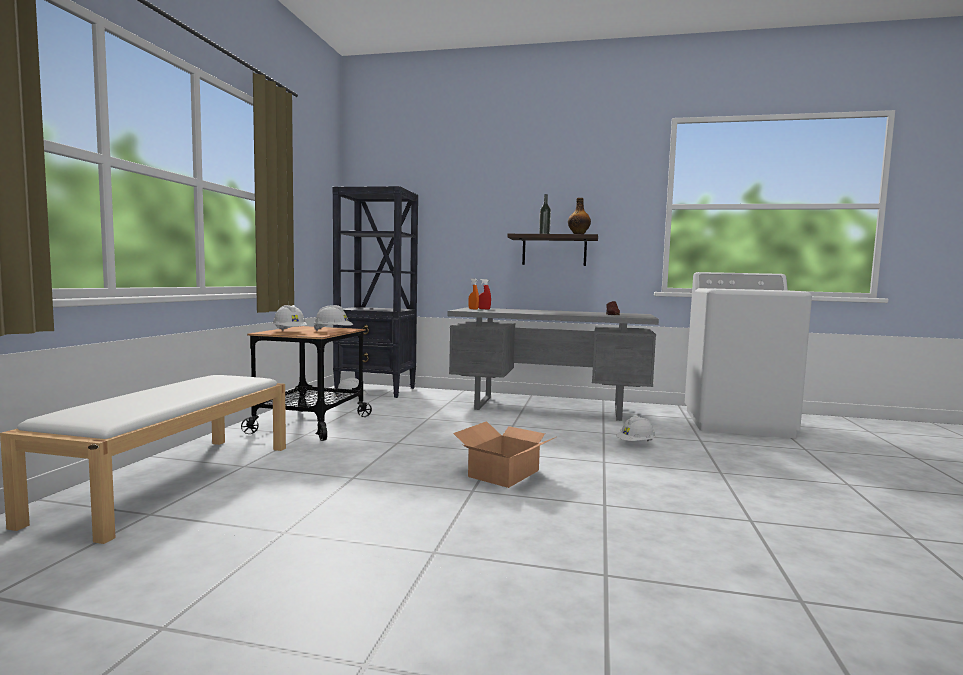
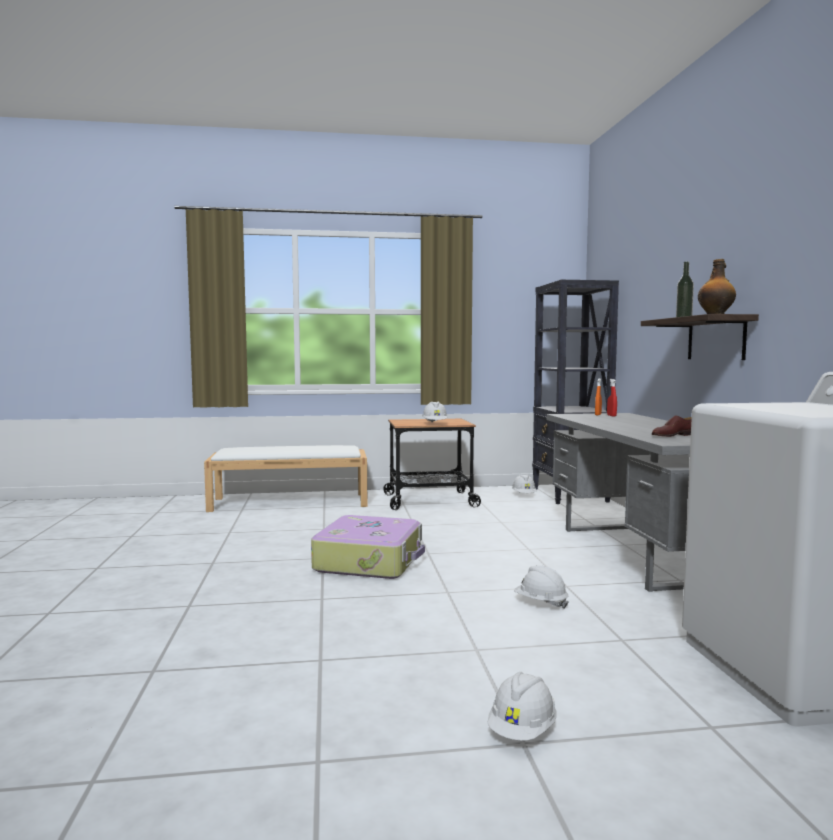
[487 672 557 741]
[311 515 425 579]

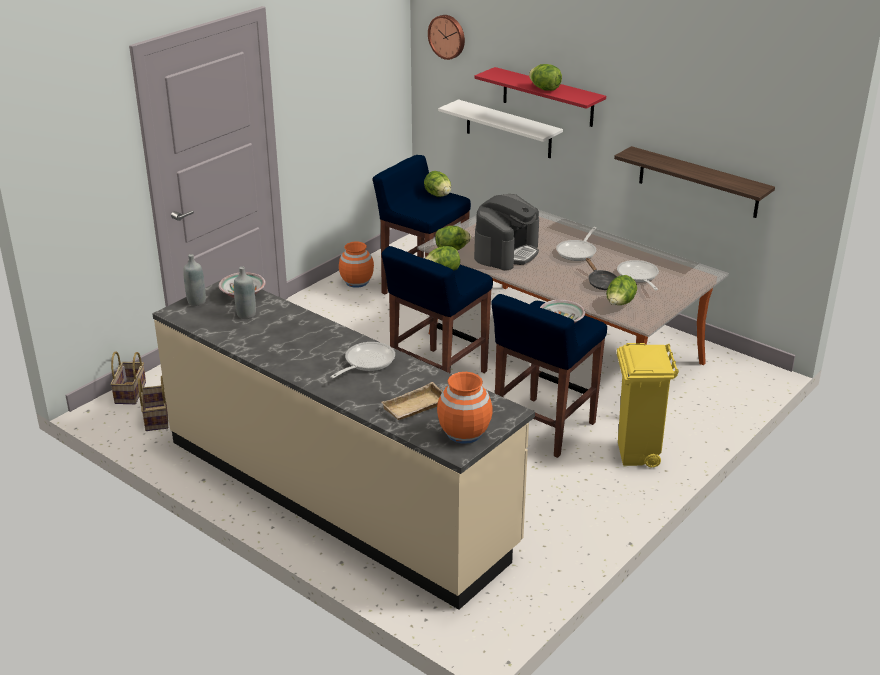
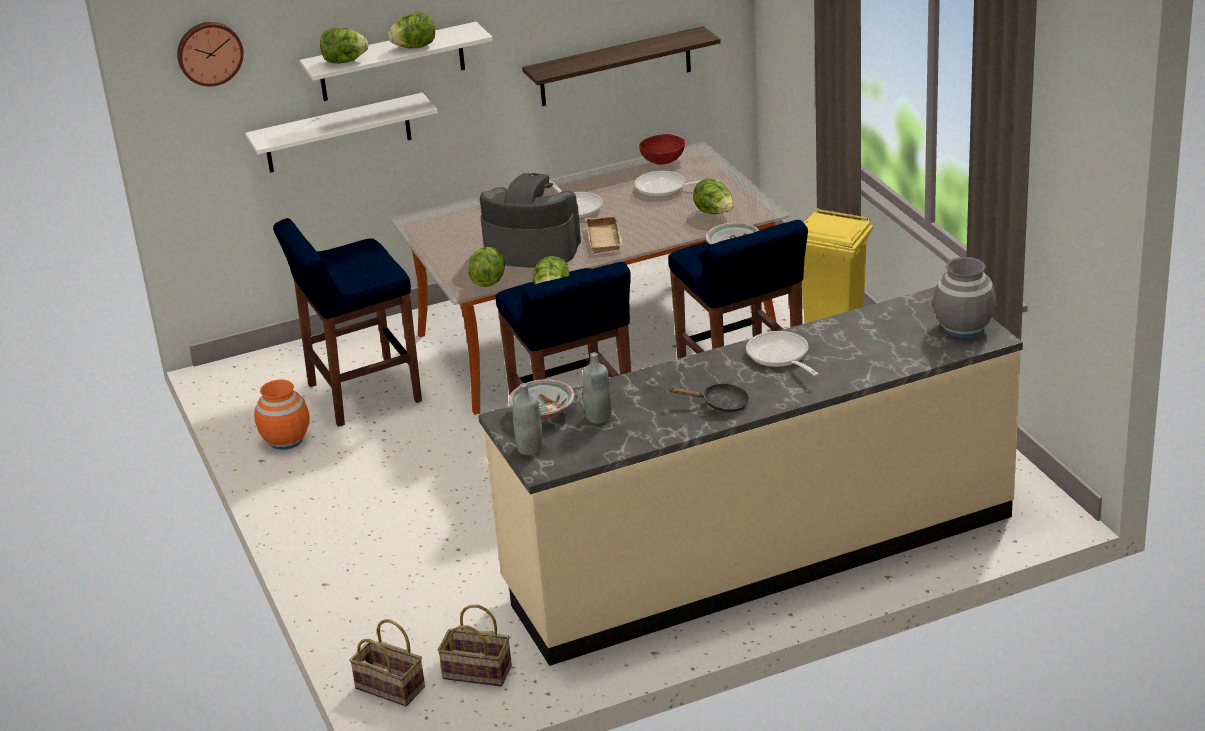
[300 22 493 101]
[320 28 368 64]
[480 173 581 267]
[668 383 750 412]
[933 257 996 338]
[585 216 623 254]
[639 134 685 165]

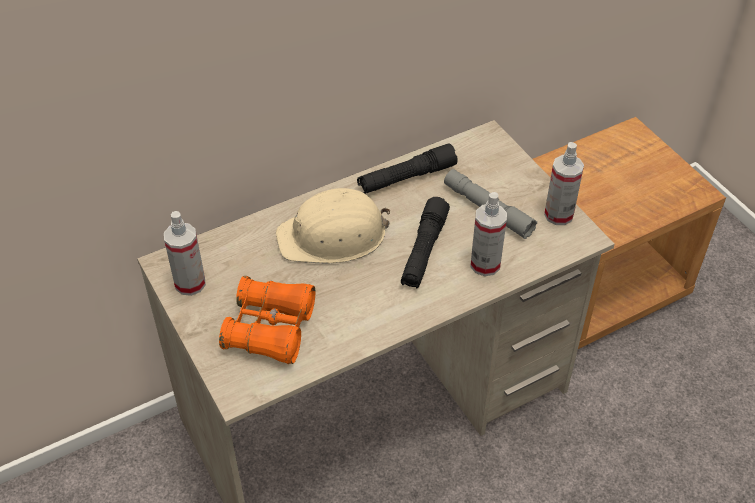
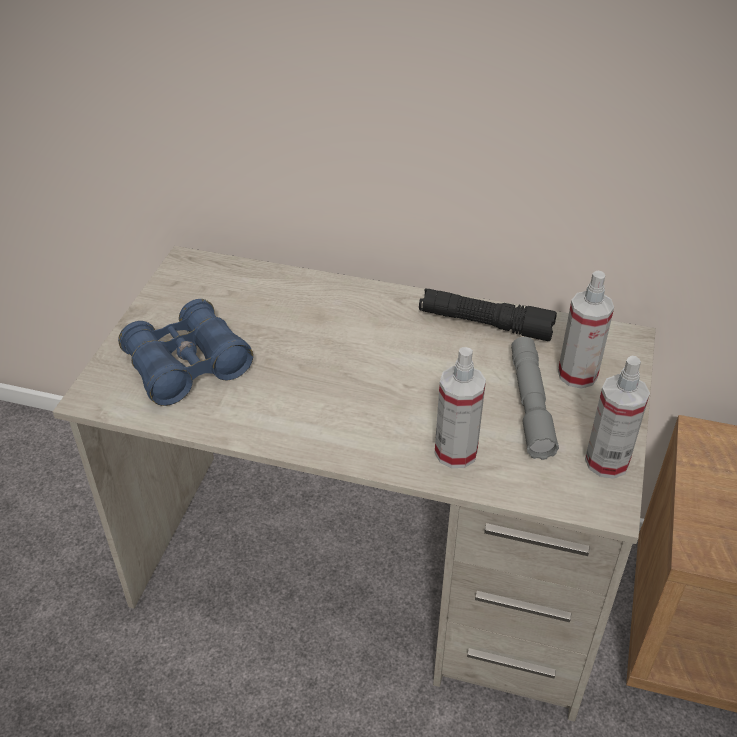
[276 188 390 263] (first image)
[401 197 450 288] (first image)
[558 270 614 389]
[118 299 253 406]

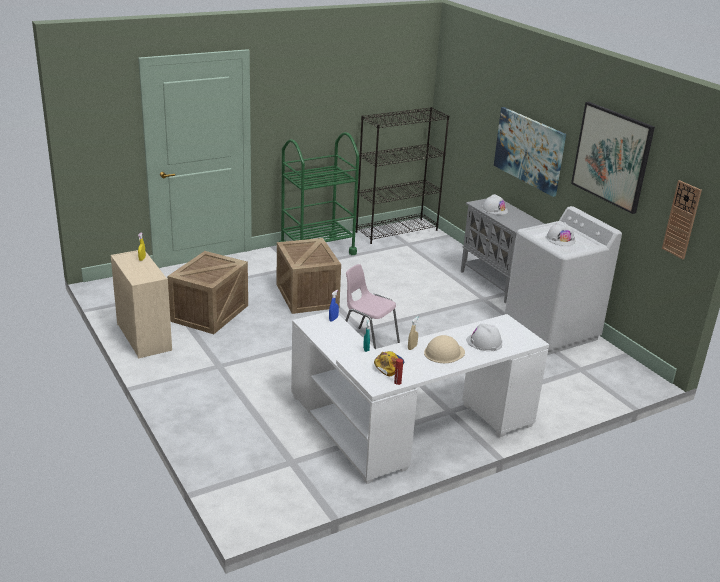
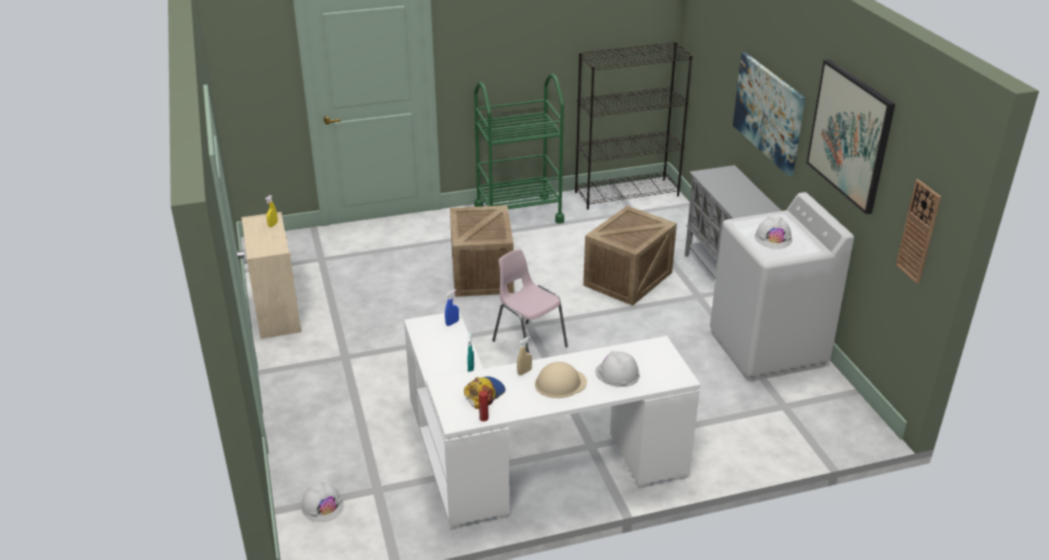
[301 482 344 522]
[583 206 677 306]

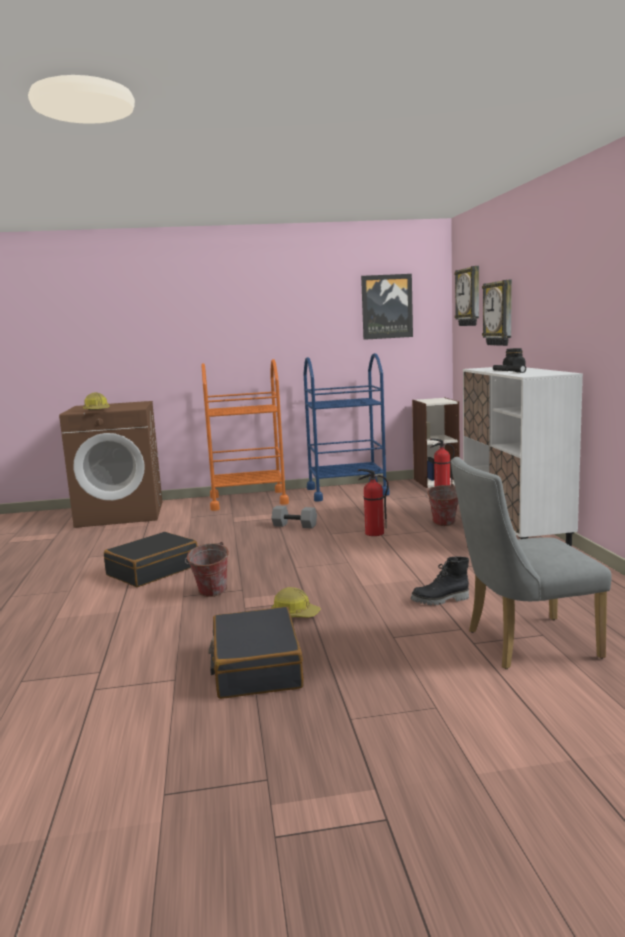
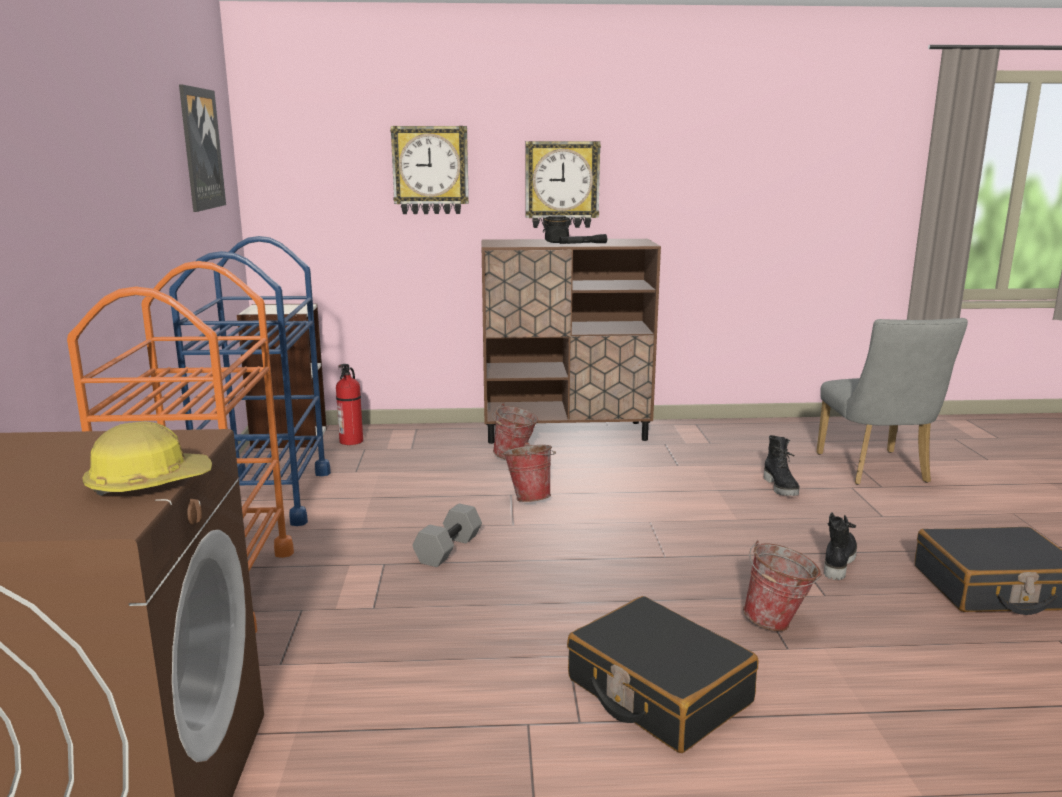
[525 141 601 228]
[481 239 661 444]
[503 443 556 502]
[824 512 857 580]

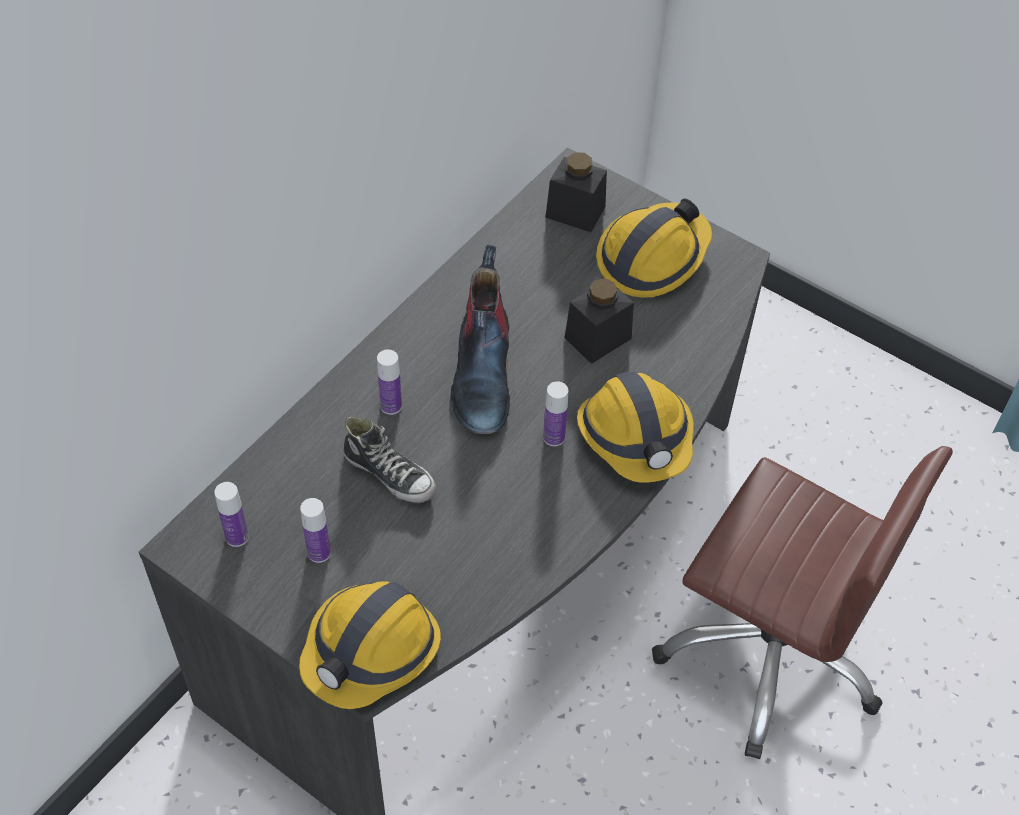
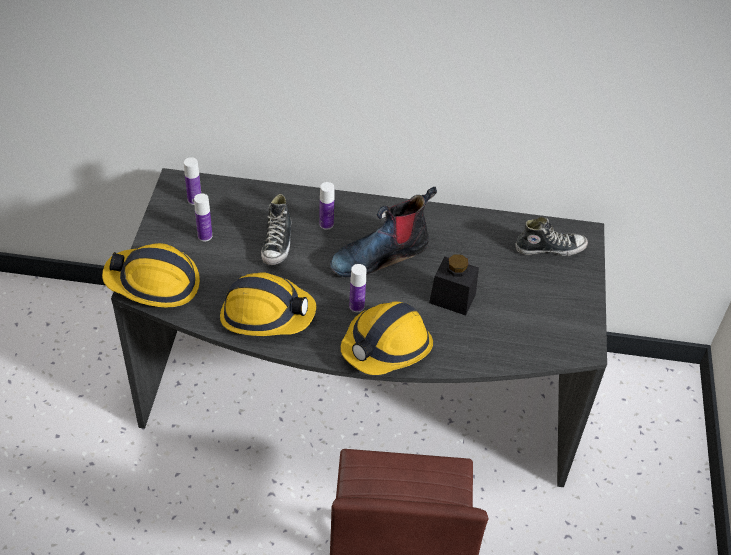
[515 217 588 256]
[220 273 316 336]

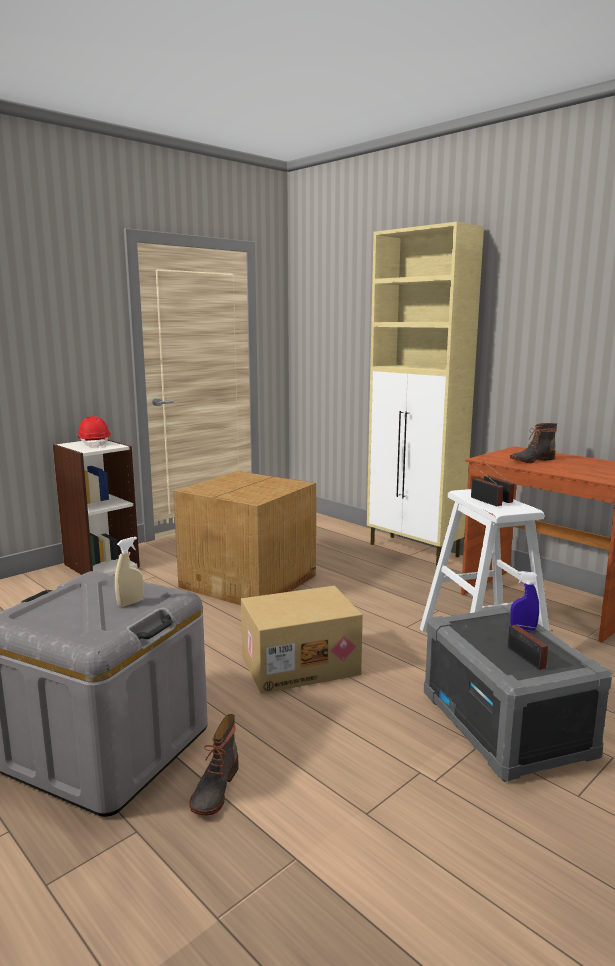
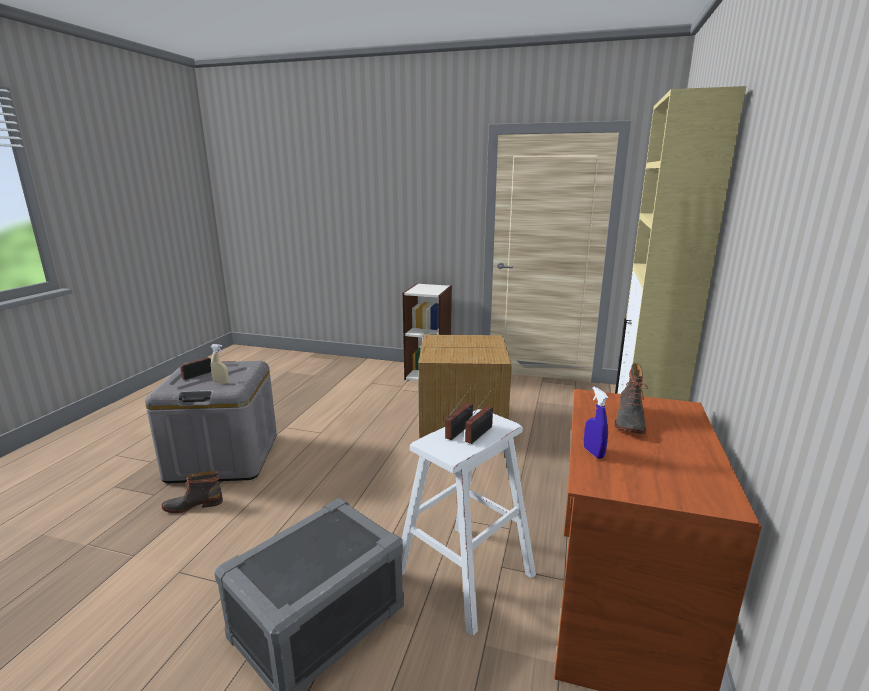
[77 416 111 448] (first image)
[615 363 648 434]
[584 387 608 459]
[241 586 363 694] (first image)
[176 356 211 380]

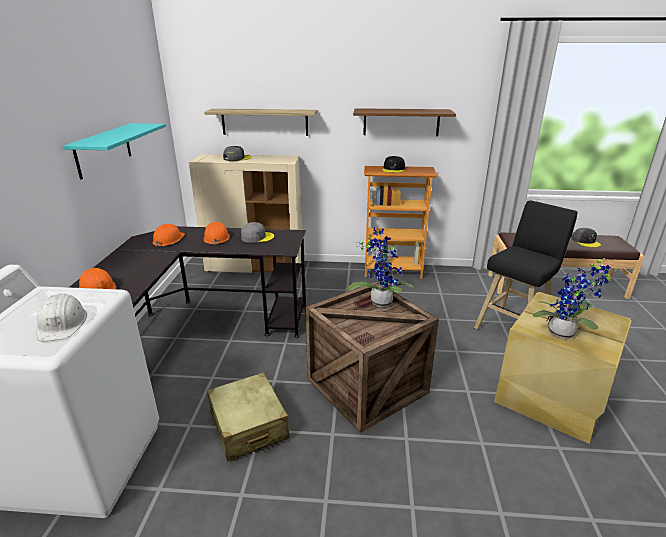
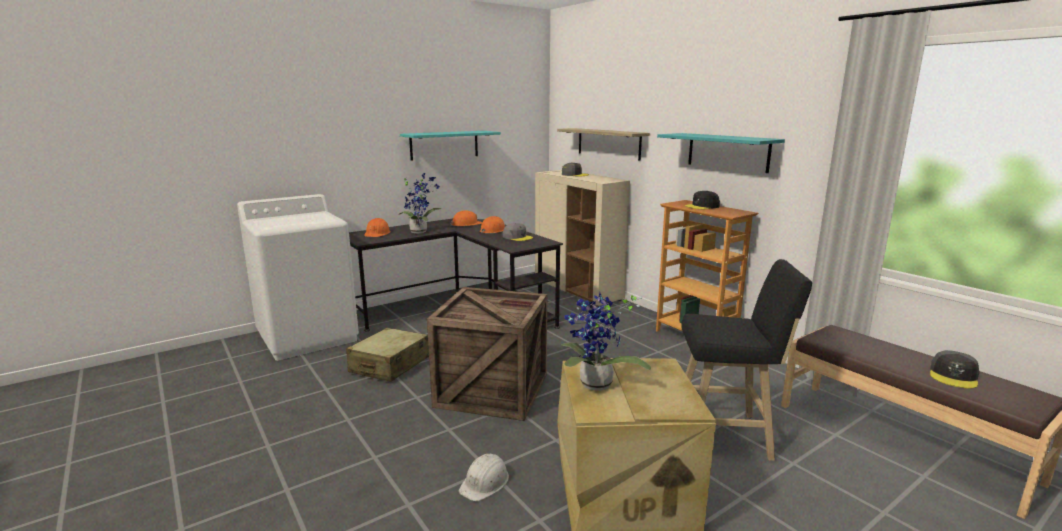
[657 133 785 173]
[398 173 441 233]
[459 454 509 501]

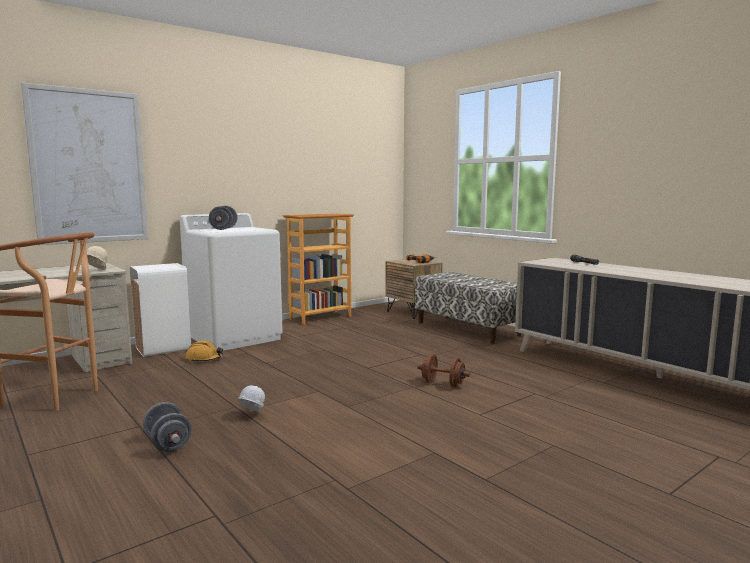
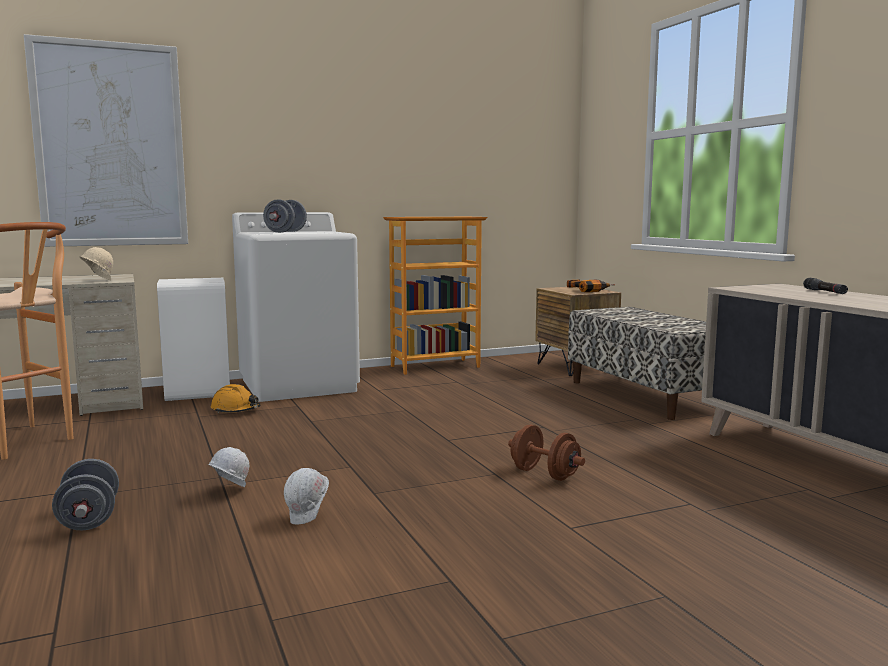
[284 468 329 524]

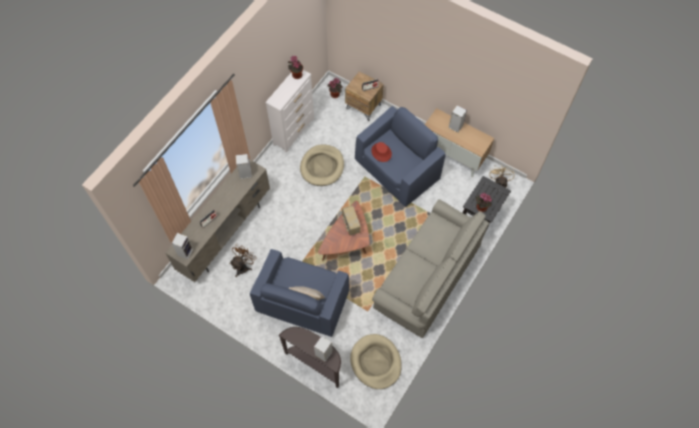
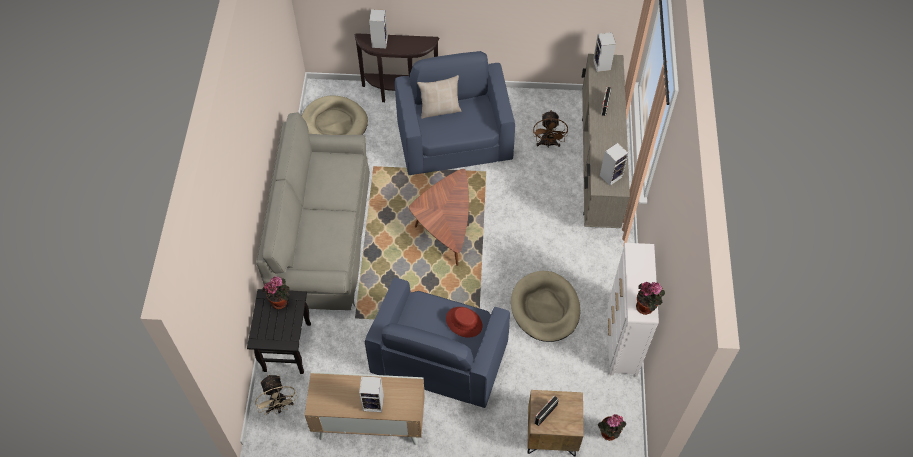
[342 205 361 235] (first image)

